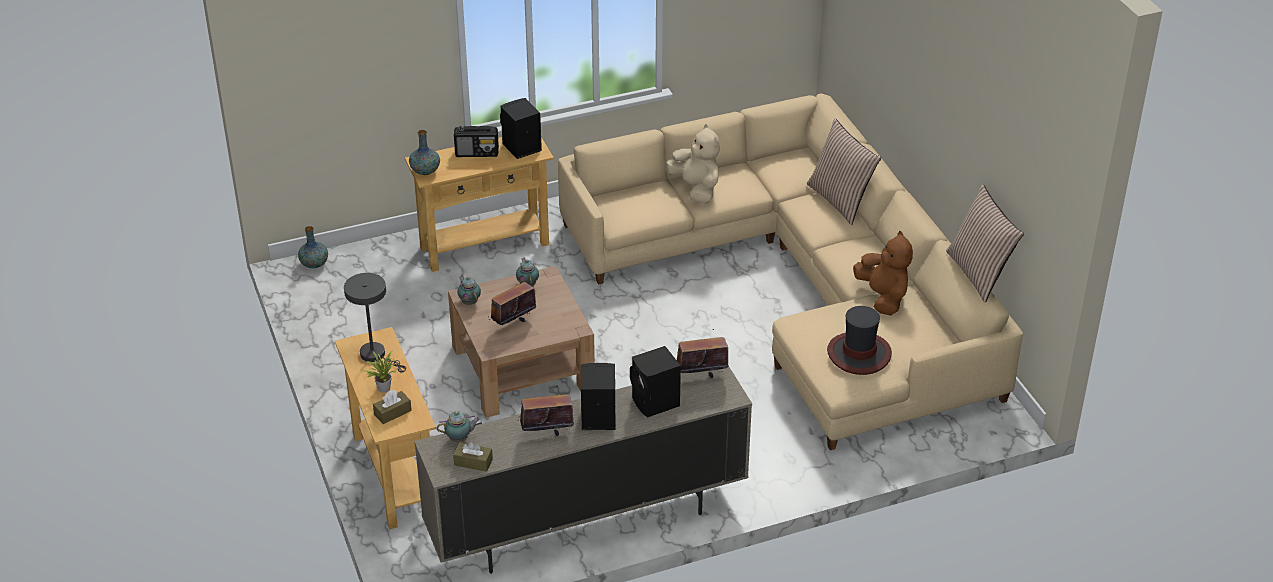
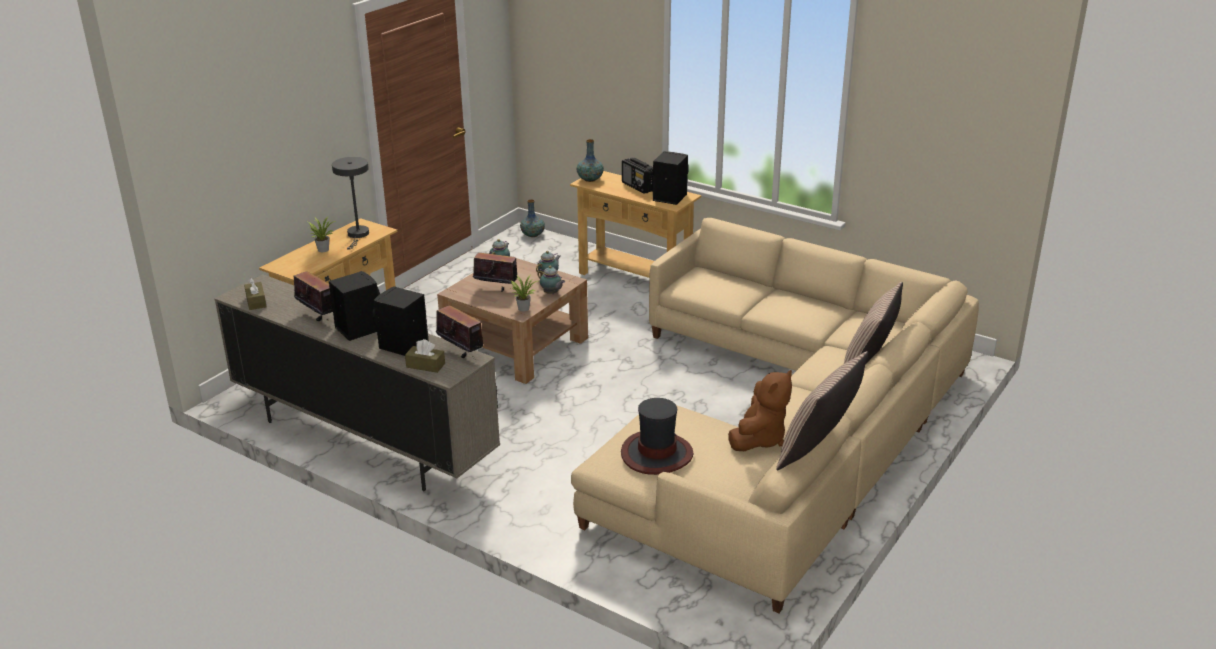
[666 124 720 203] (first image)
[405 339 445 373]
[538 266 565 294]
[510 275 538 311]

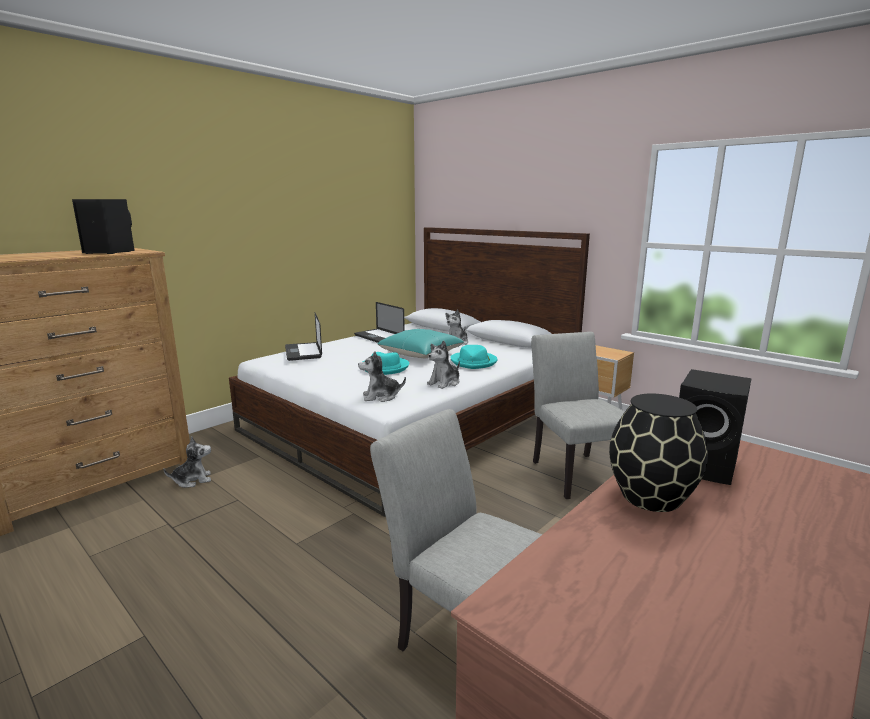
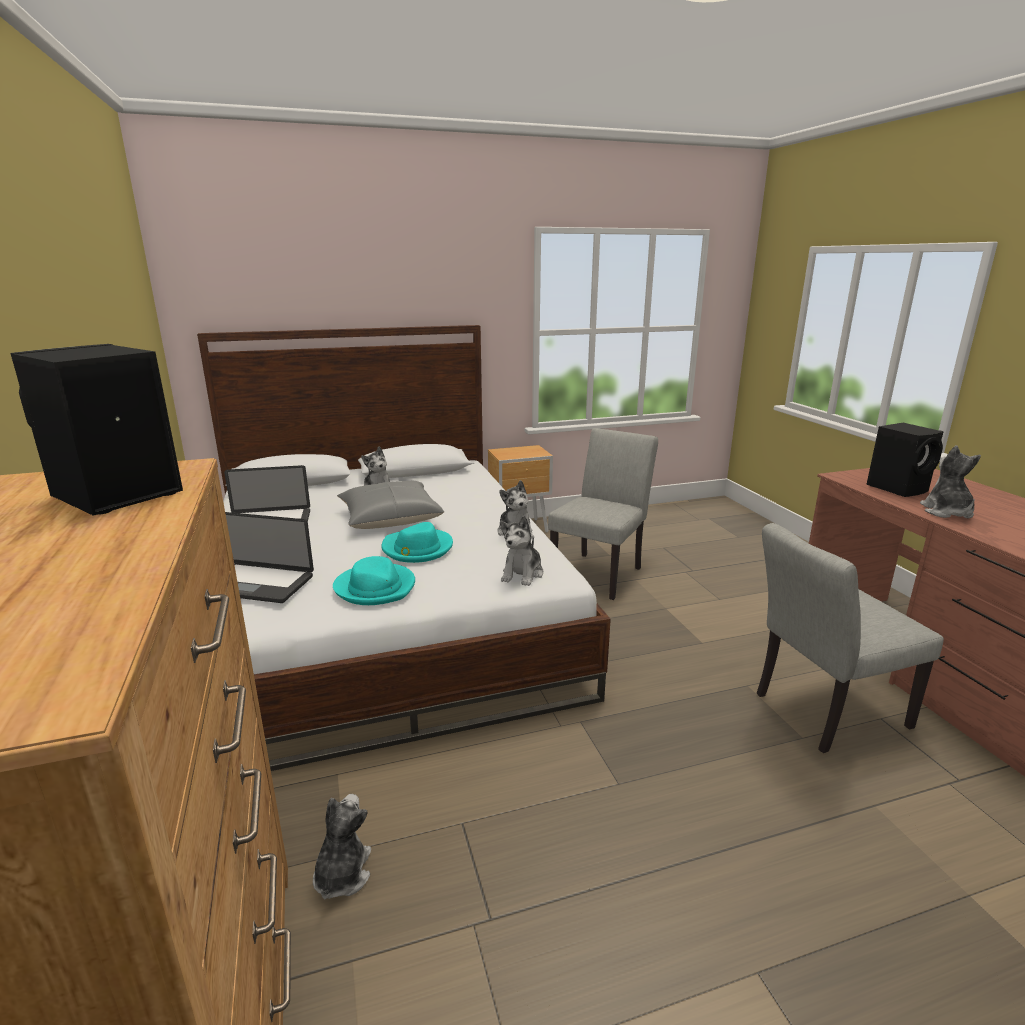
[337 481 444 529]
[548 428 658 600]
[333 556 415 605]
[920 445 981 519]

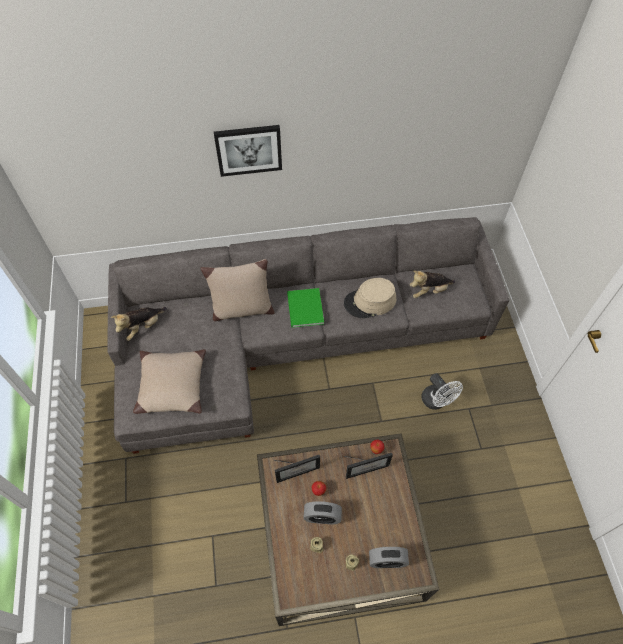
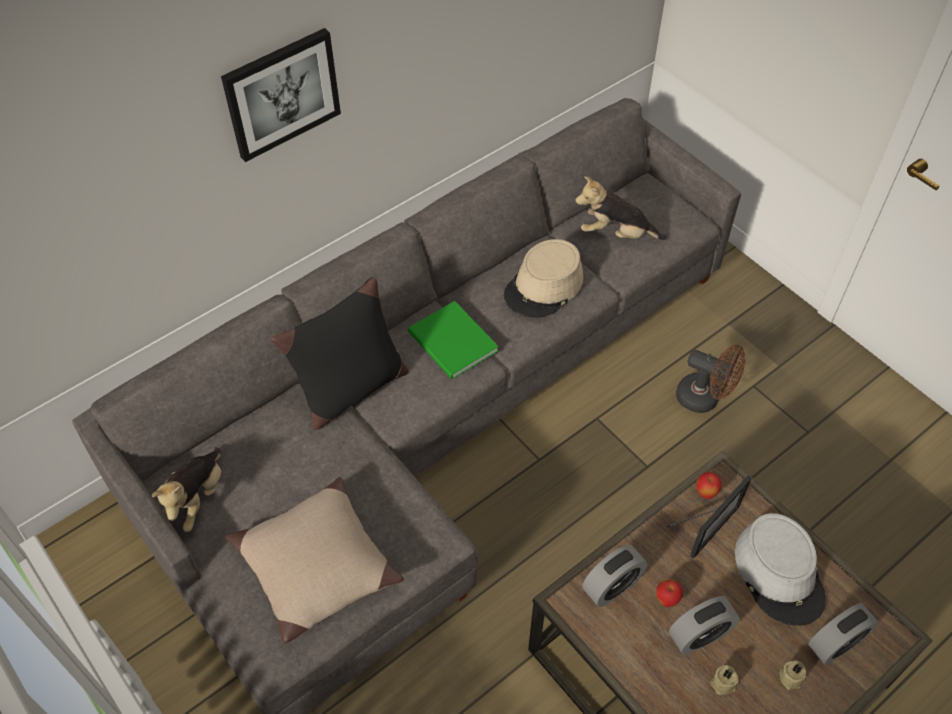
[271 277 409 430]
[575 176 667 240]
[676 344 745 413]
[583 545 648 607]
[735 513 826 626]

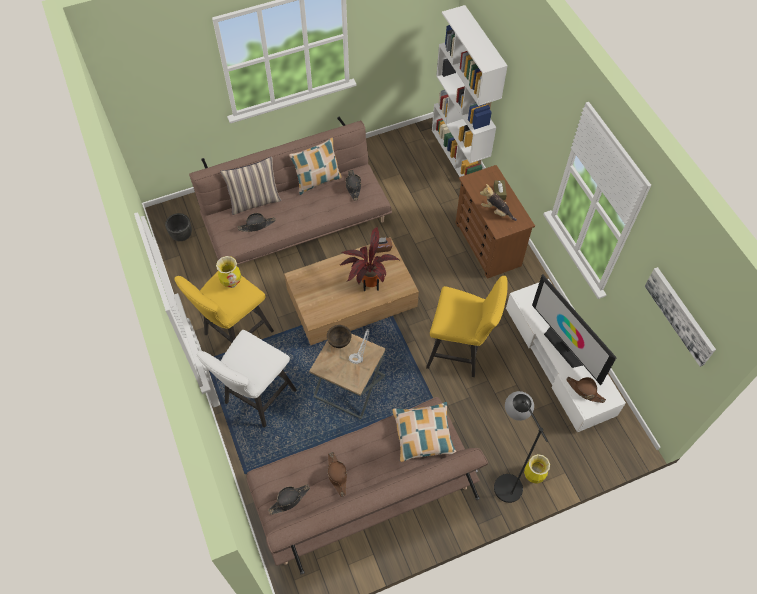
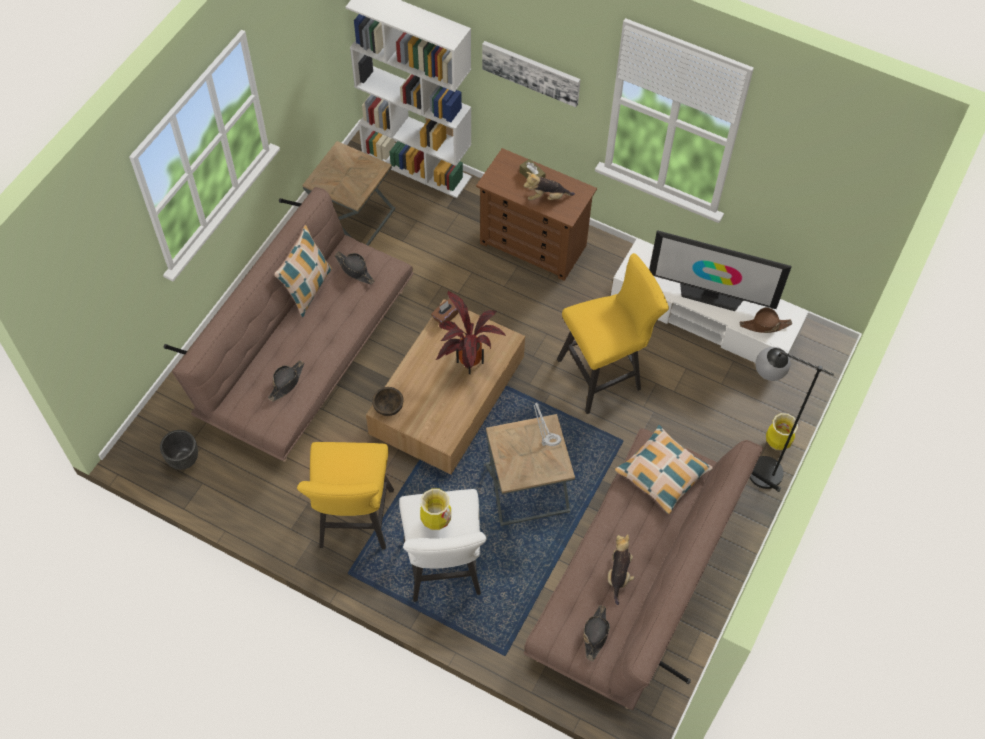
[220 157 282 215] (first image)
[420 489 451 530]
[482 41 580 107]
[372 387 403 416]
[608 534 634 605]
[302 141 396 246]

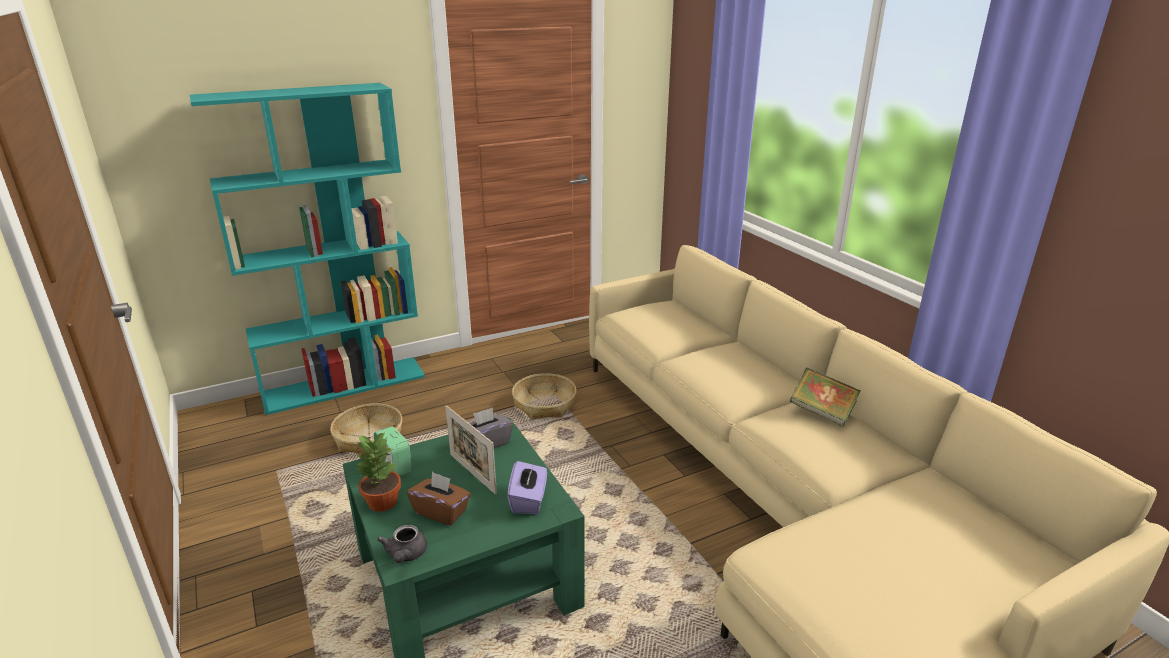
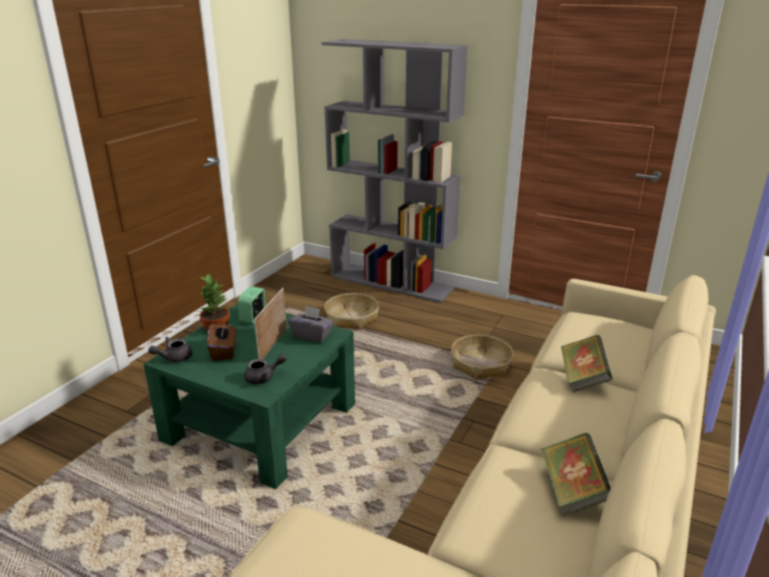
[322 39 468 303]
[244 354 287 384]
[561 335 612 392]

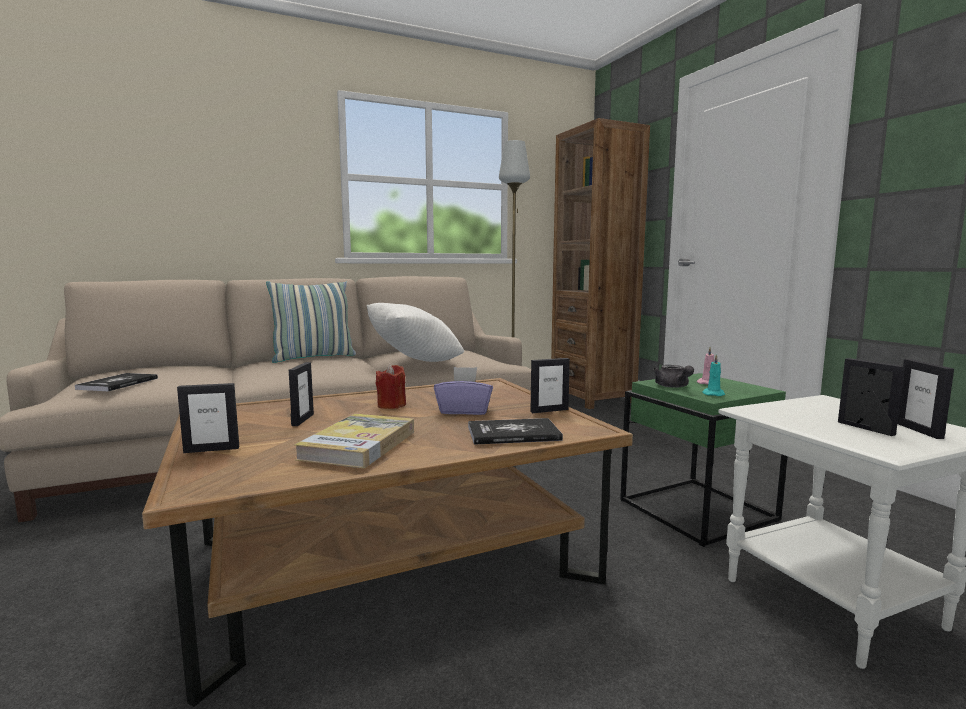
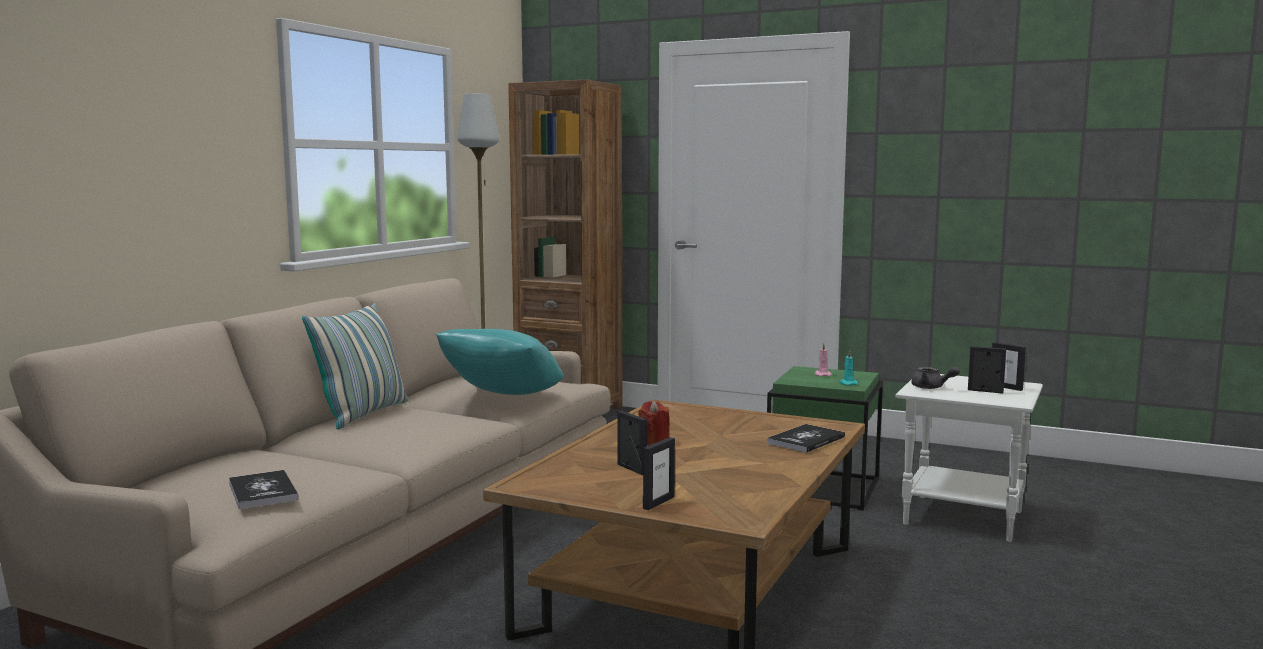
[436 329 564 395]
[531 358 570 413] (first image)
[911 366 960 389]
[434 367 493 415] (first image)
[294 414 414 468] (first image)

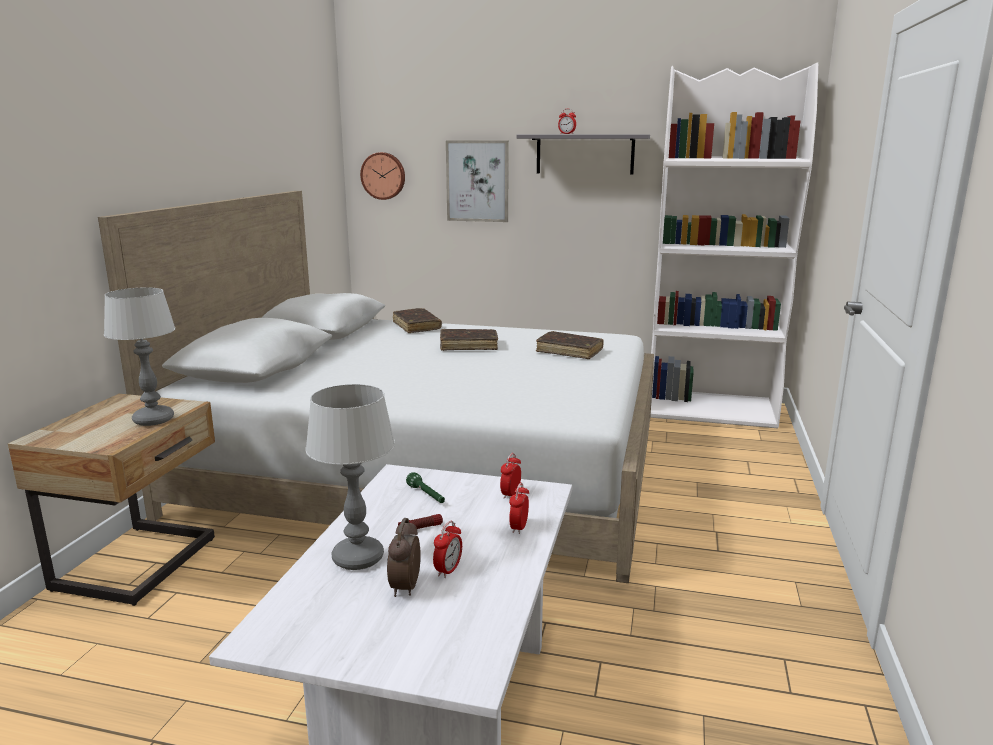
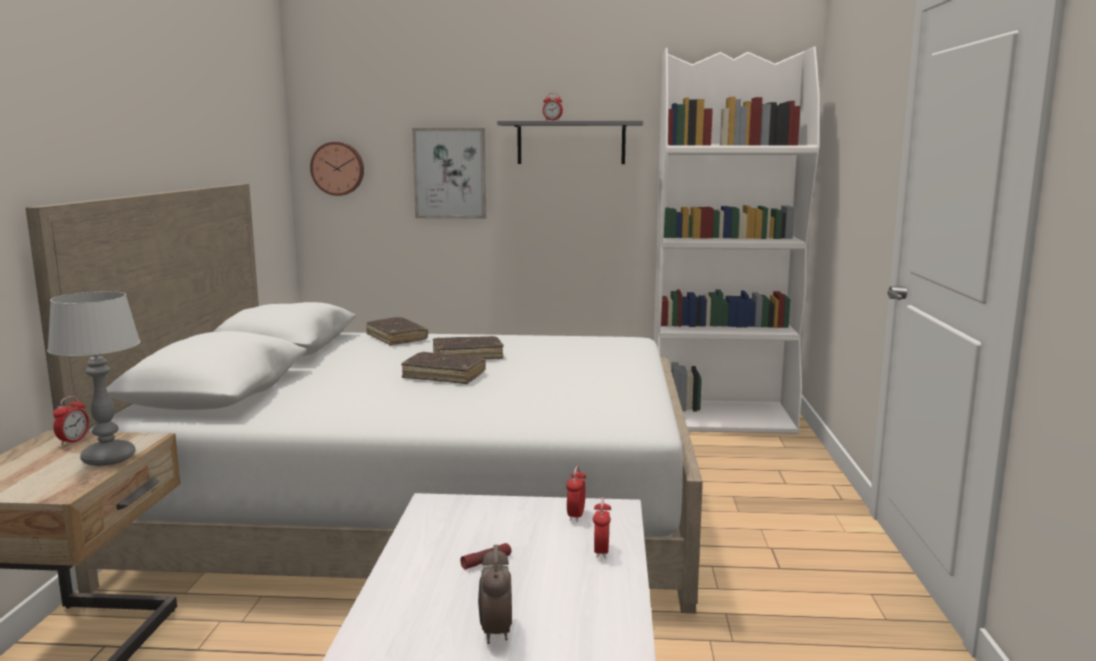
[401 352 486 384]
[306 384 395 570] (first image)
[406 472 445 503] (first image)
[53 396 89 446]

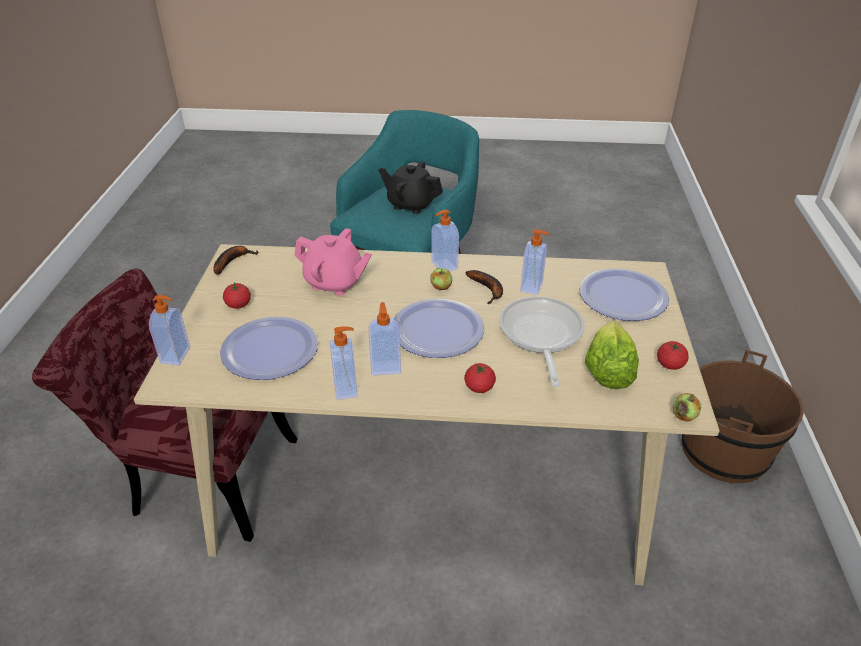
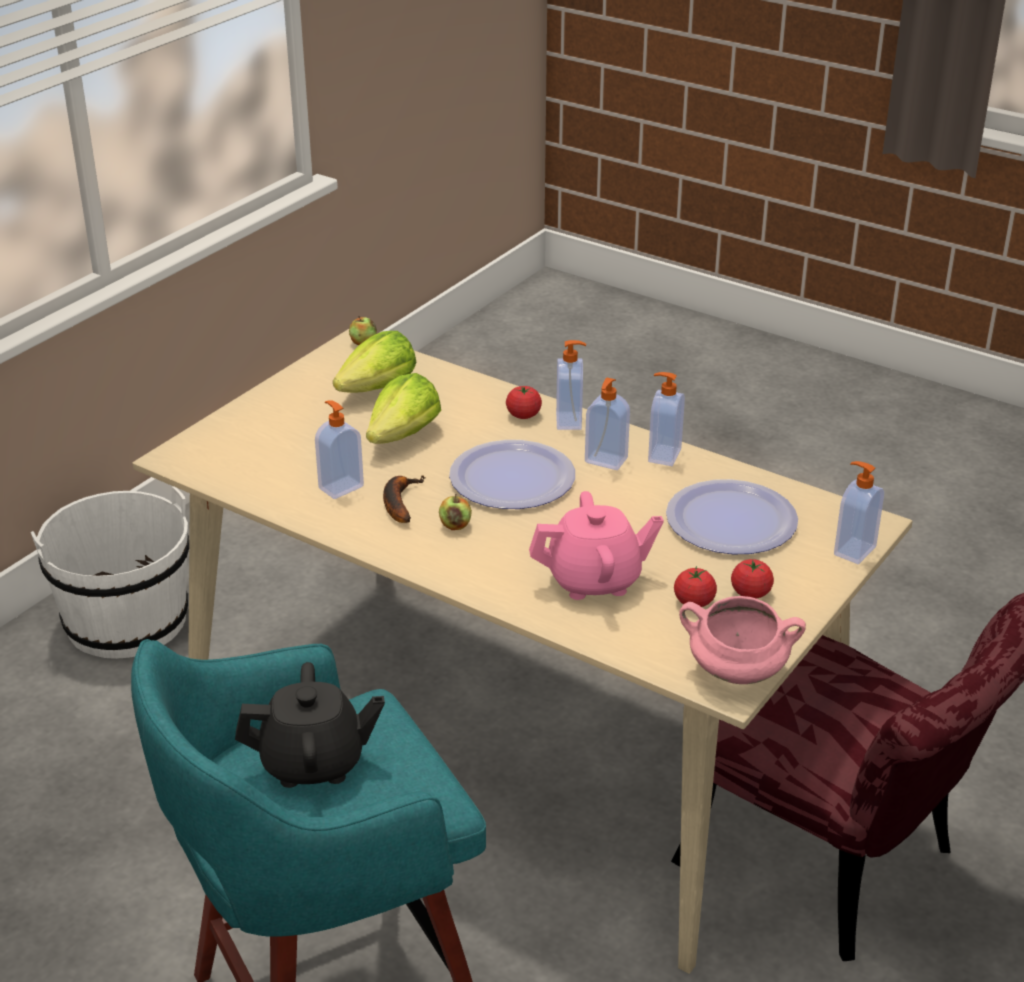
[235 662 385 788]
[556 340 586 430]
[529 491 664 600]
[679 596 806 684]
[579 268 669 321] (first image)
[366 373 441 444]
[674 566 717 607]
[31 486 189 659]

